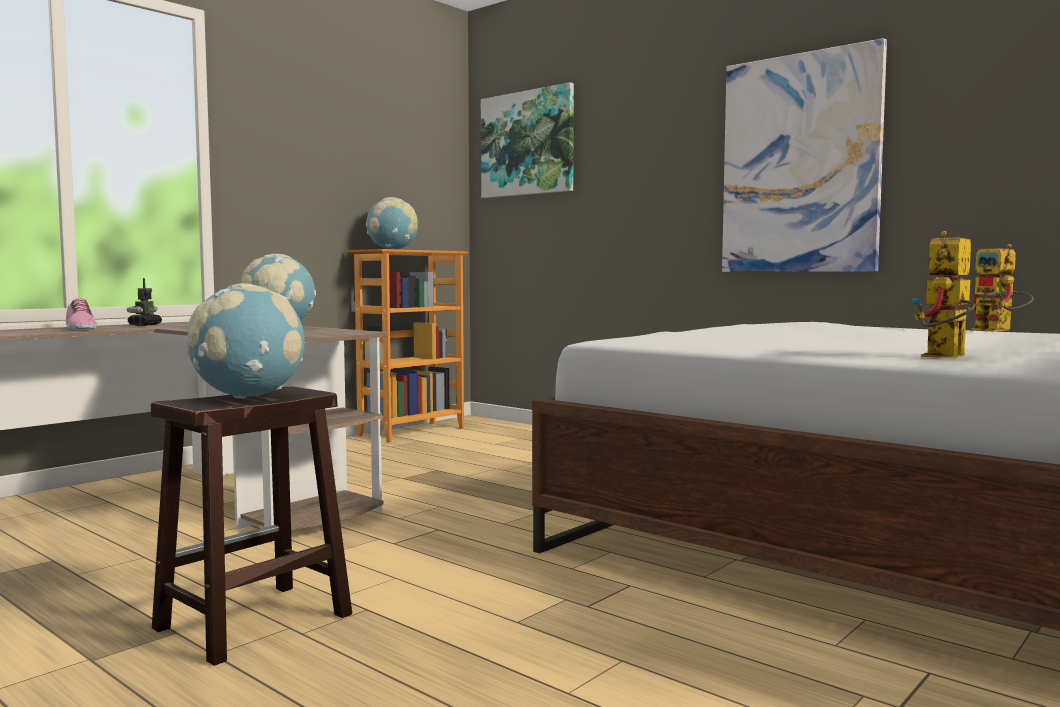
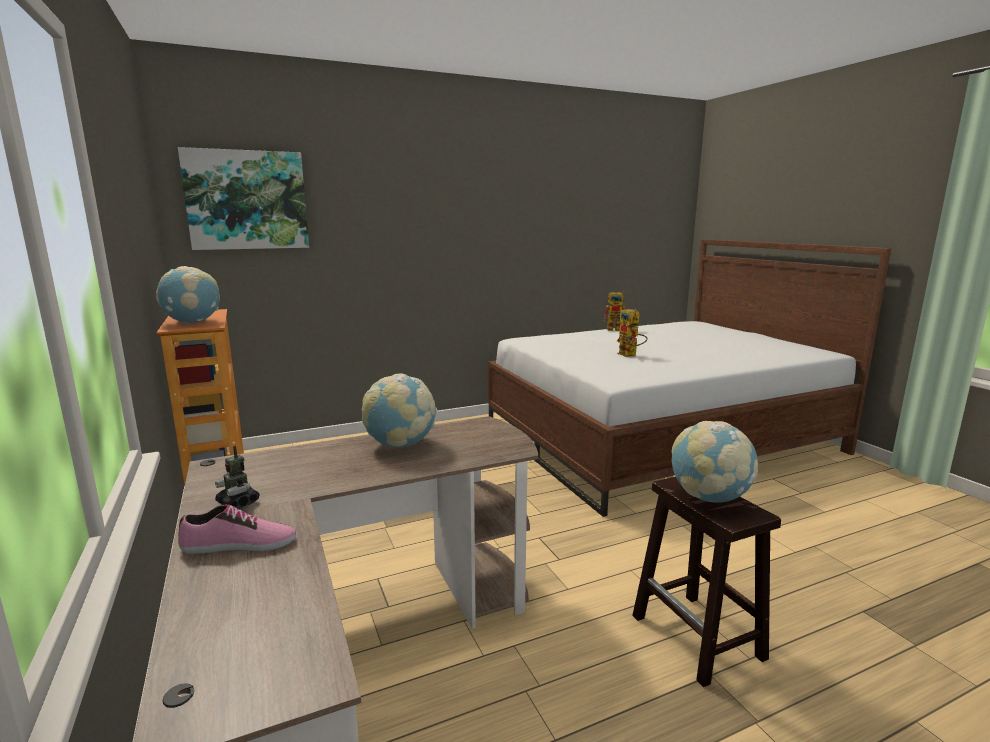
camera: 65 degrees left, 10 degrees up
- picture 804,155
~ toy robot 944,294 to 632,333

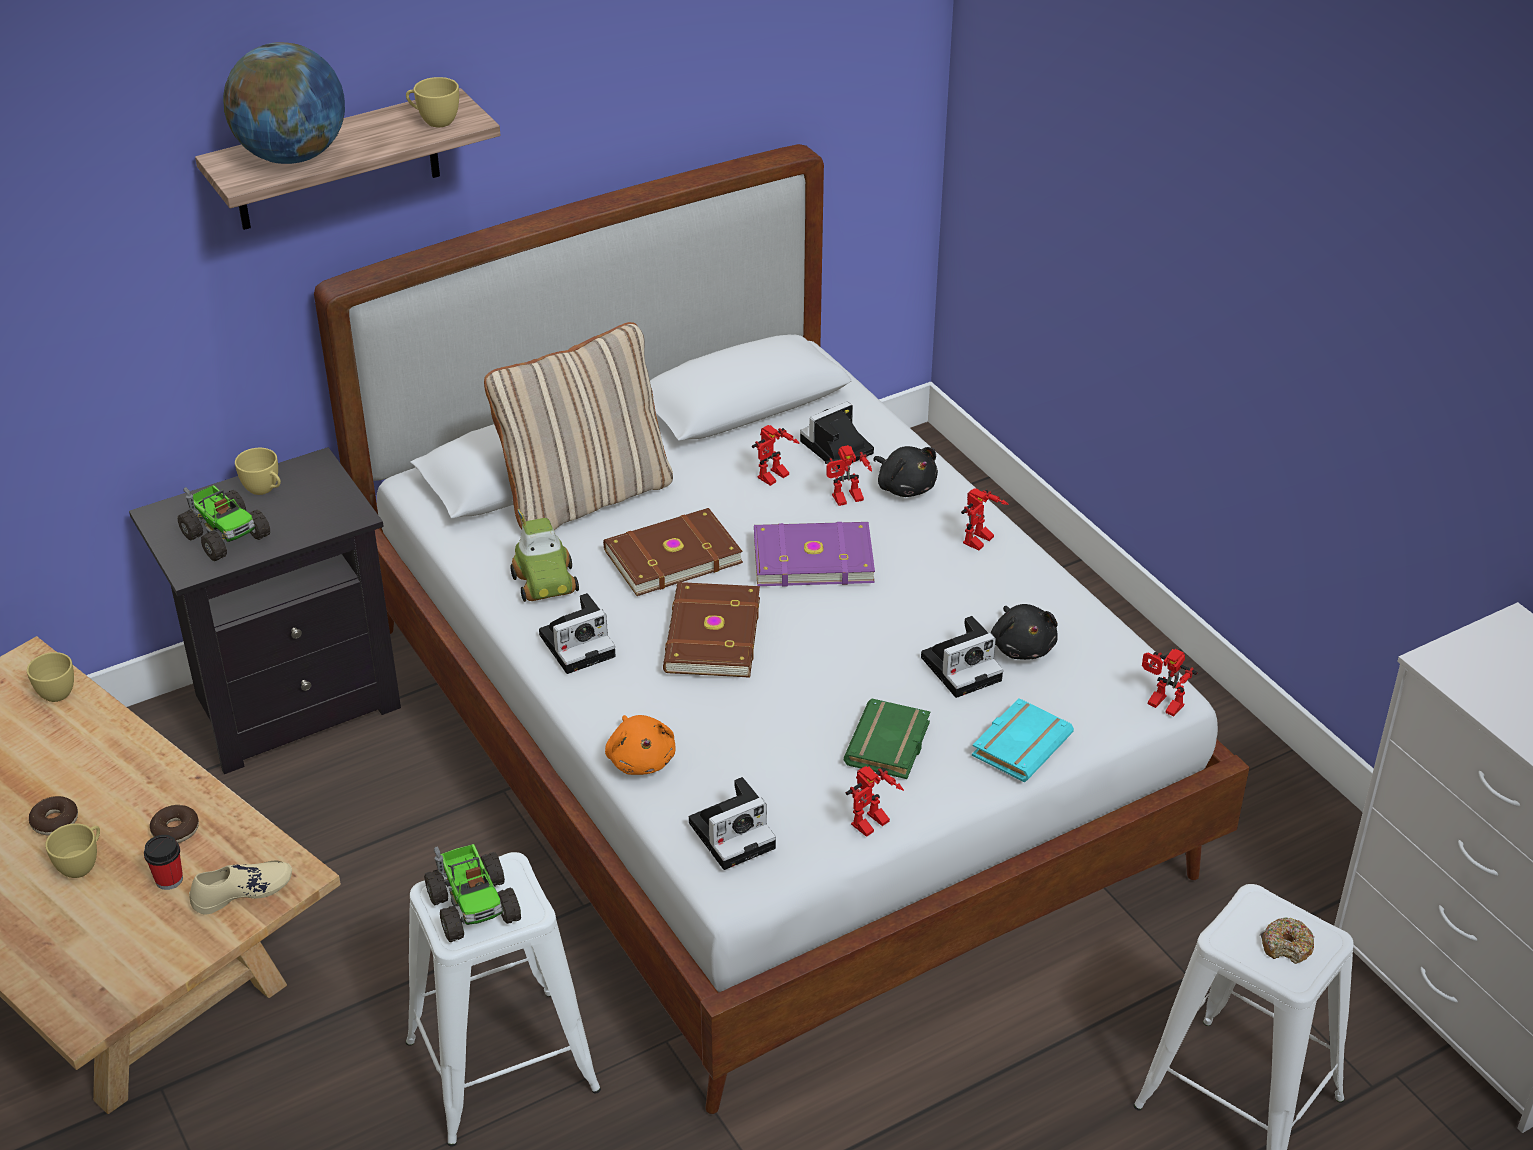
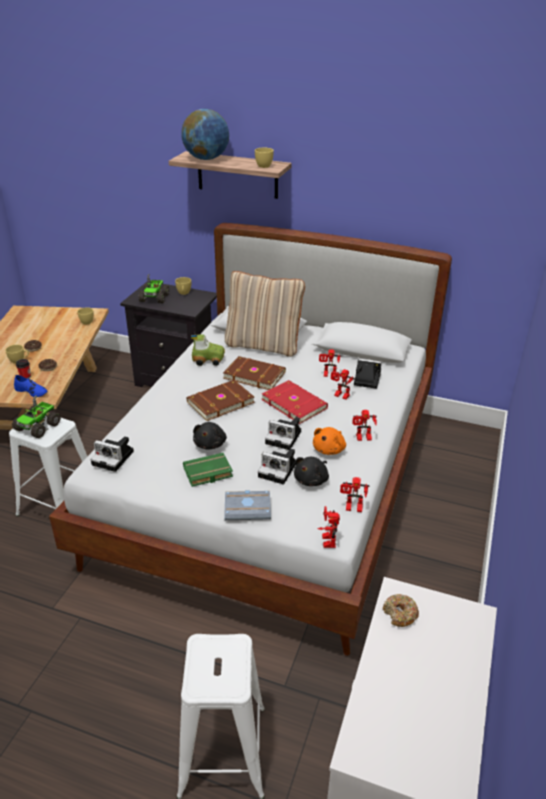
camera: 50 degrees right, 5 degrees down
~ shoe (beige) 240,888 to shoe (blue) 31,386
~ toy car 545,555 = 208,350 120 degrees counterclockwise
~ photo camera 577,633 to 283,433
~ plush toy (orange) 640,745 to 329,441
~ book (purple) 814,554 to book (red) 294,402
~ toy robot 875,801 to 354,494
~ plush toy (black) 905,471 to 210,435
~ book (turquoise) 1023,740 to book (grey) 248,505
~ donut 1288,940 to 401,610

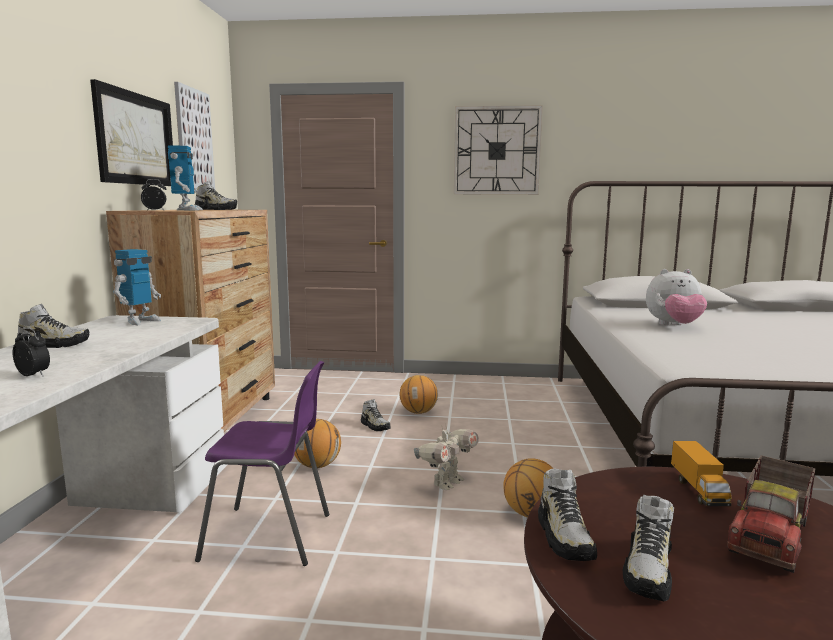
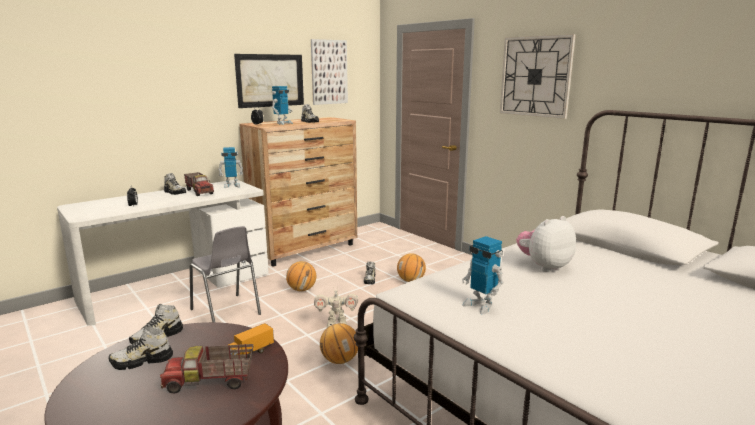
camera: 45 degrees right, 5 degrees up
~ chair (purple) 262,463 to chair (grey) 225,274
~ plush toy 676,297 = 546,244 105 degrees clockwise
+ toy truck 199,184
+ toy robot 483,275

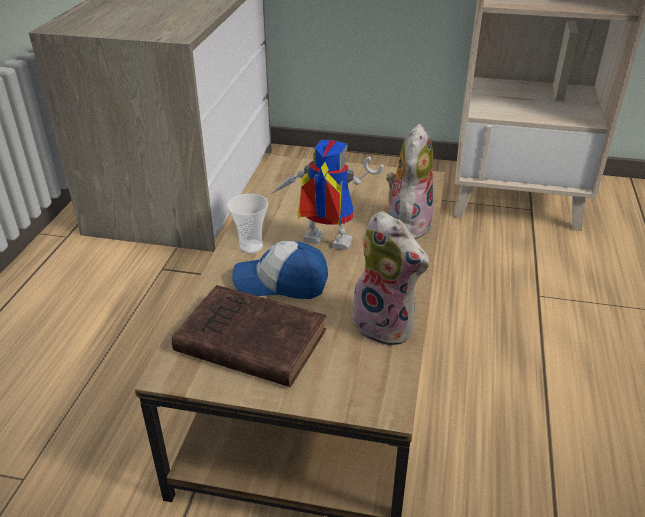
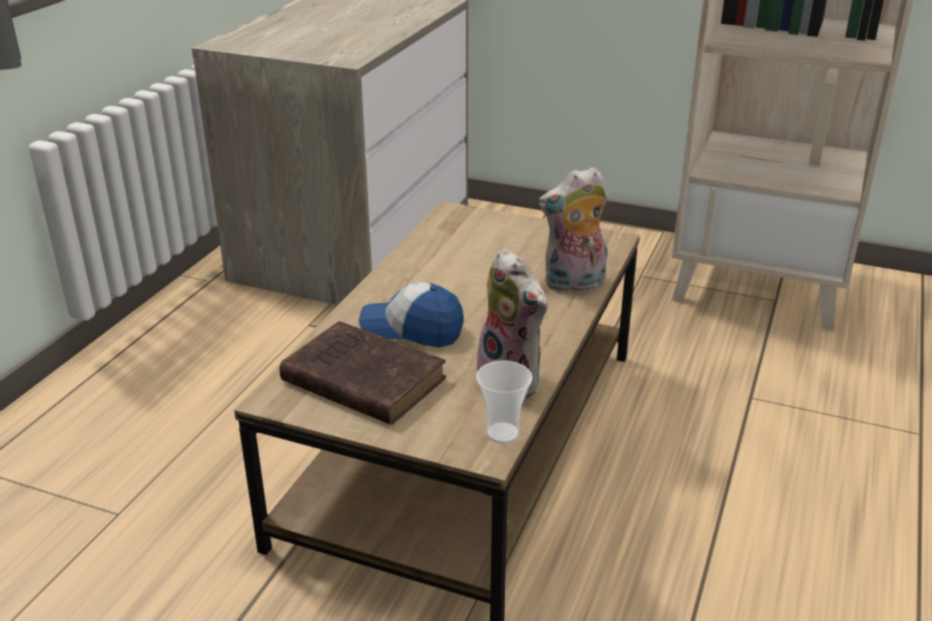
camera: 10 degrees right, 5 degrees down
~ cup 247,223 to 504,402
- toy robot 327,195
~ plush toy 409,181 = 573,229 135 degrees counterclockwise

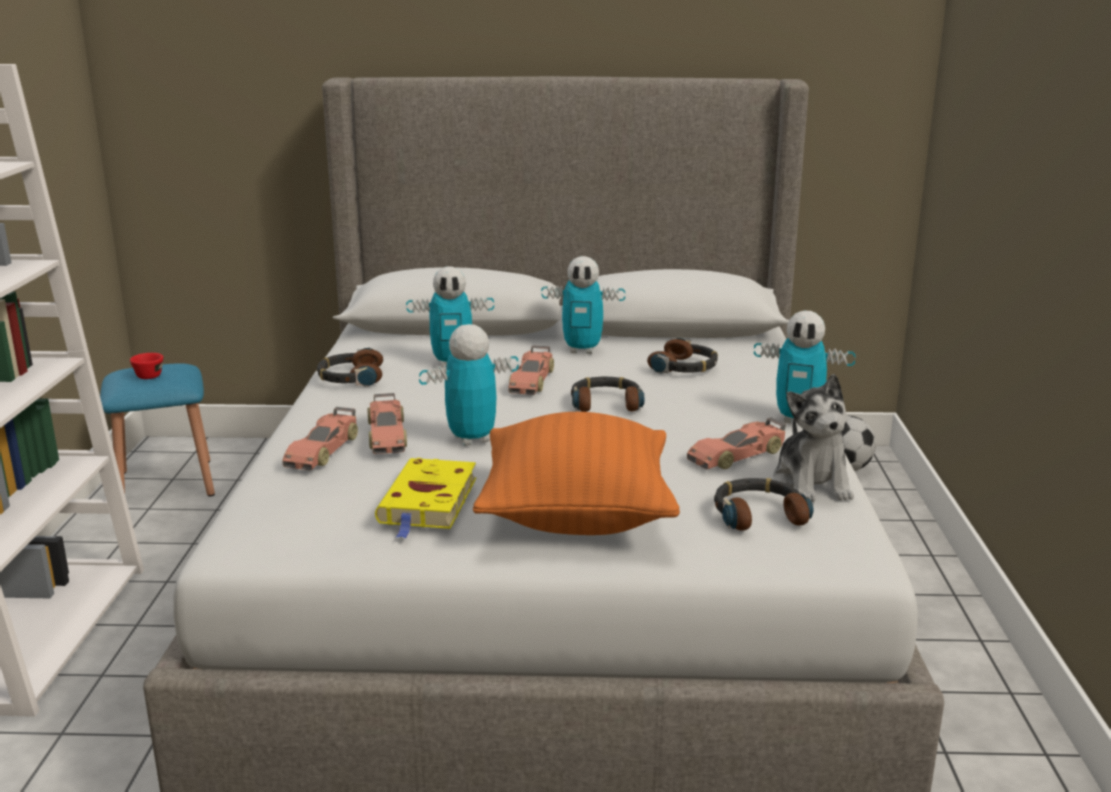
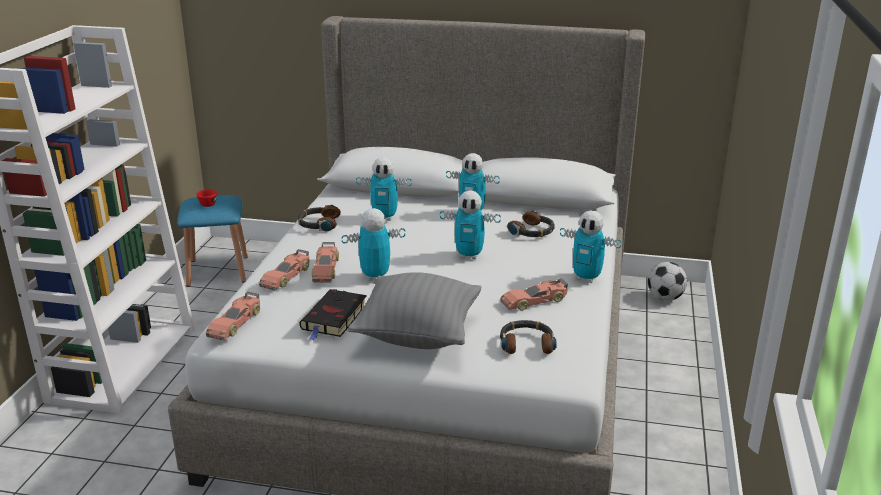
camera: 10 degrees right, 5 degrees up
~ book (yellow) 425,498 to book (black) 333,315
~ pillow (orange) 576,473 to pillow (grey) 414,310
~ toy car 531,370 to 233,316
~ headphones 607,394 to toy robot 470,225
- plush toy 813,438

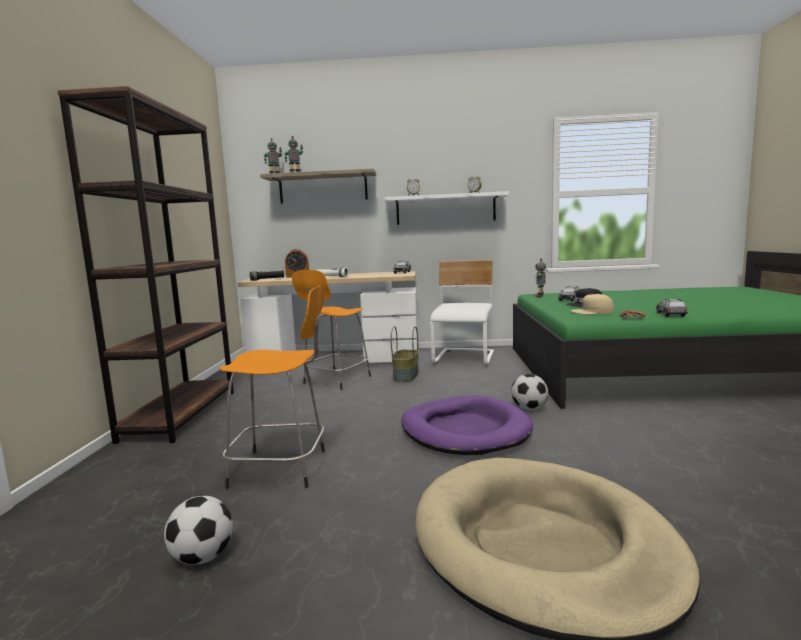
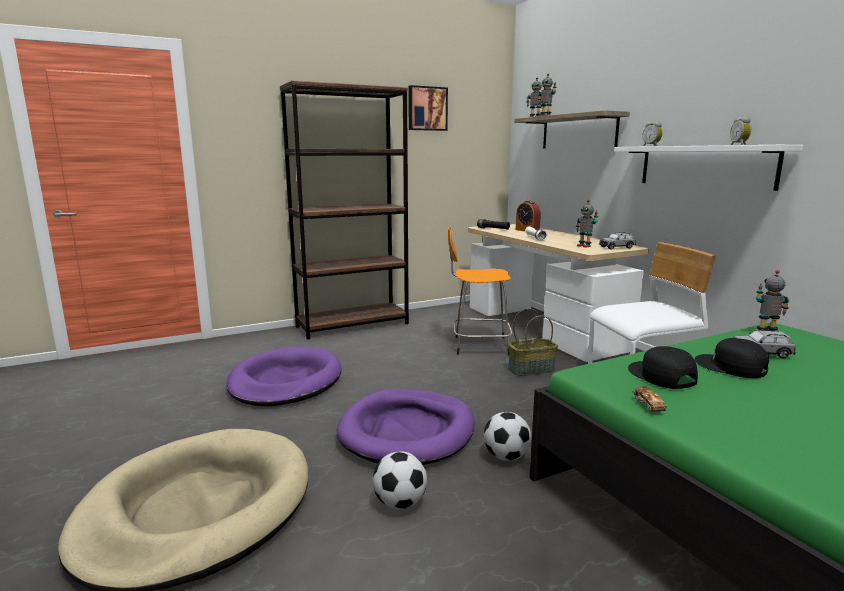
camera: 60 degrees right, 5 degrees up
~ football 198,530 to 400,480
~ stool (orange) 272,387 to dog bed (purple) 284,376
~ cap (beige) 592,304 to cap (black) 663,367
- toy car (grey) 672,307
+ picture 428,108
+ toy robot 587,224

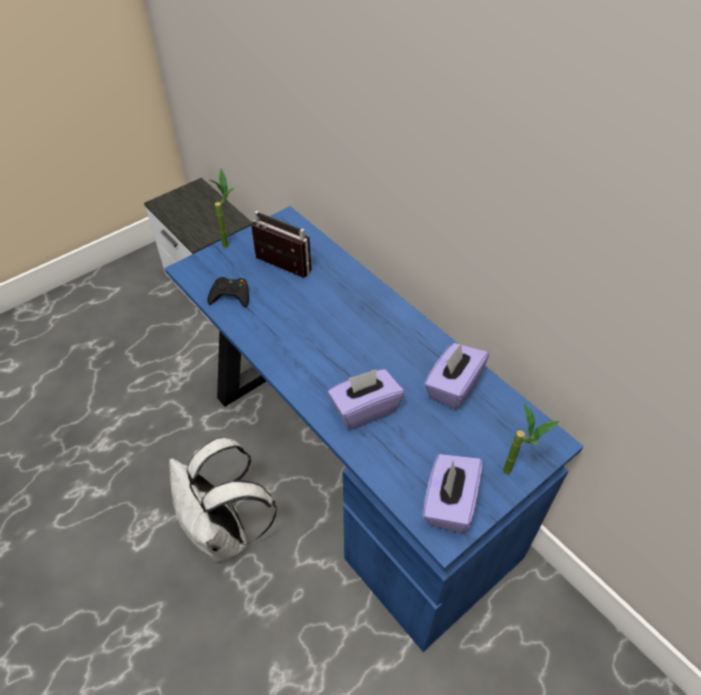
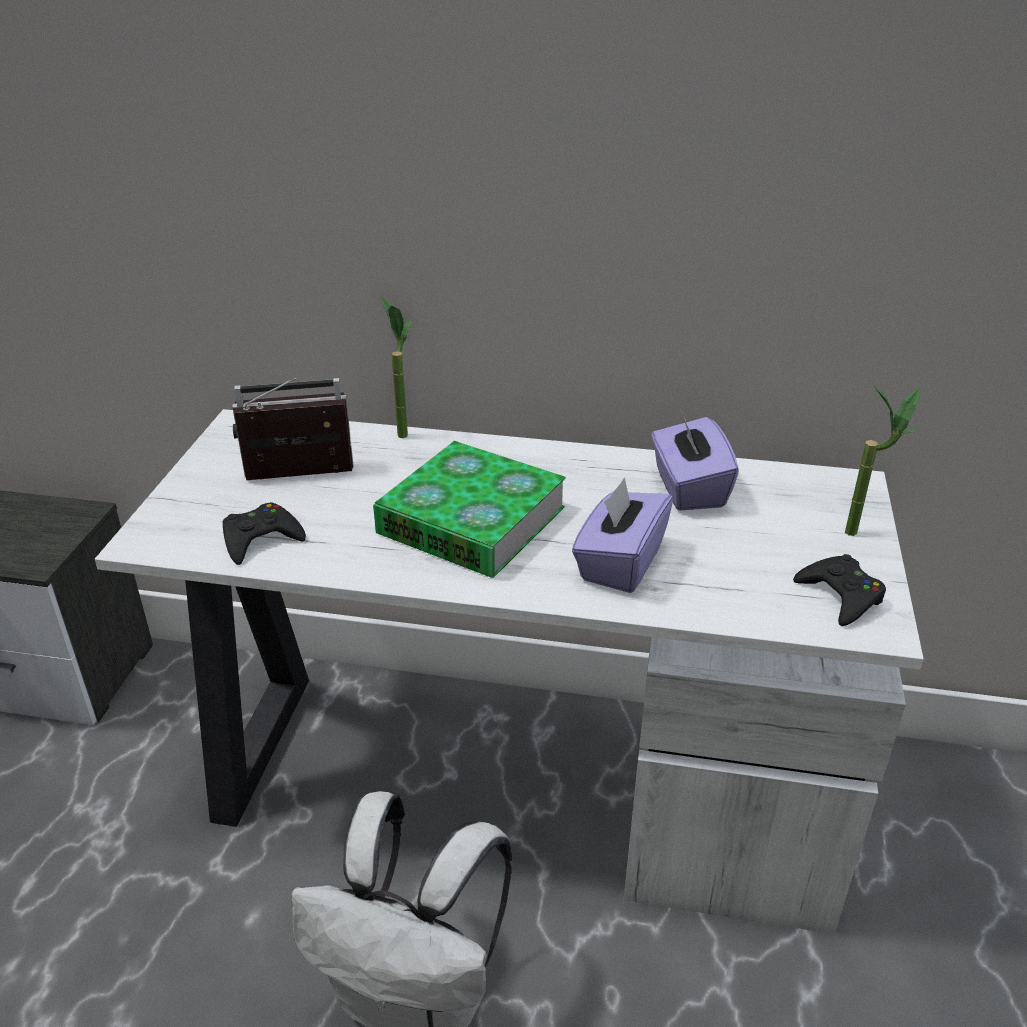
camera: 40 degrees left, 15 degrees down
~ desk (blue) 374,429 to desk (white) 509,671
~ potted plant 221,208 to 396,367
~ tissue box (purple) 453,494 to game controller (black) 839,590
+ book 469,509

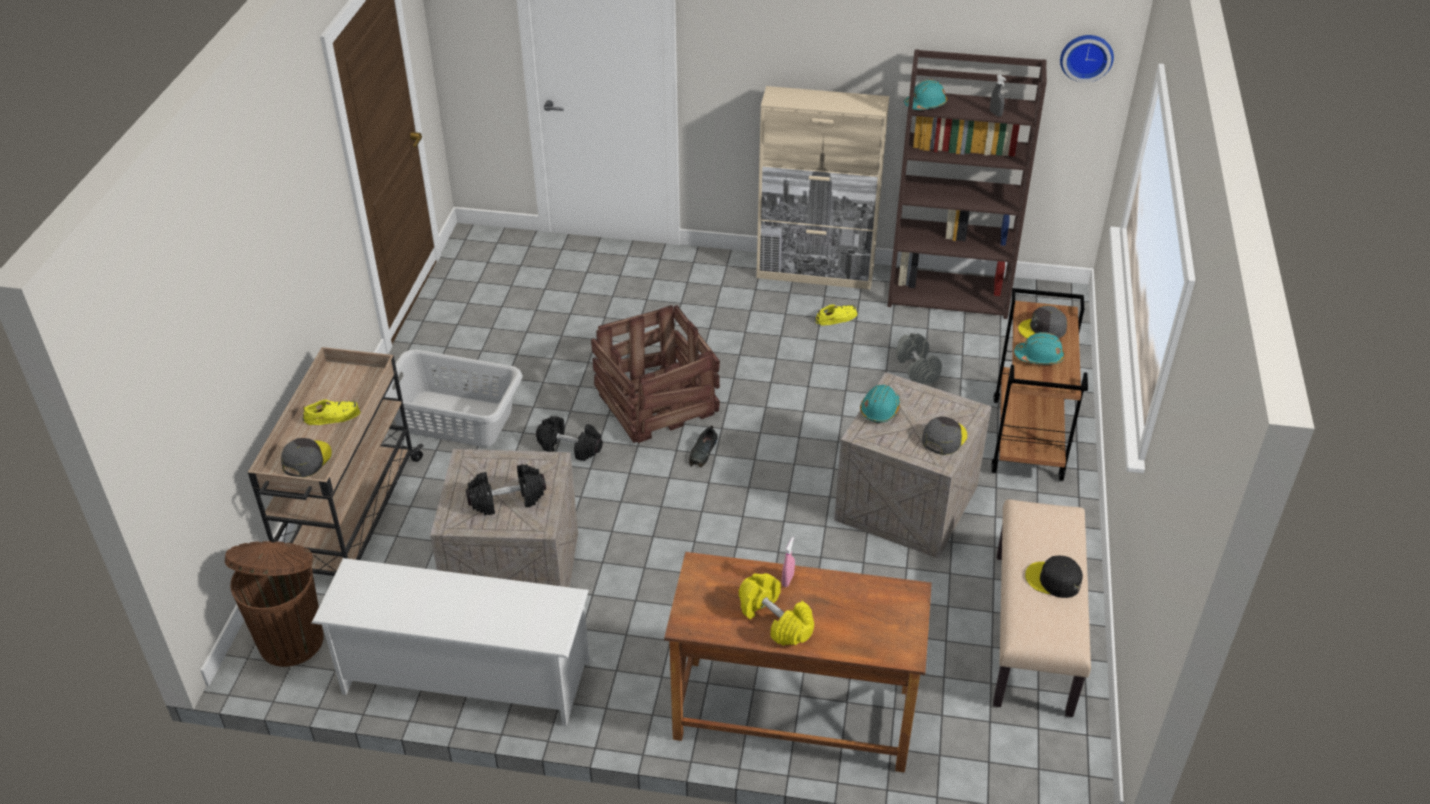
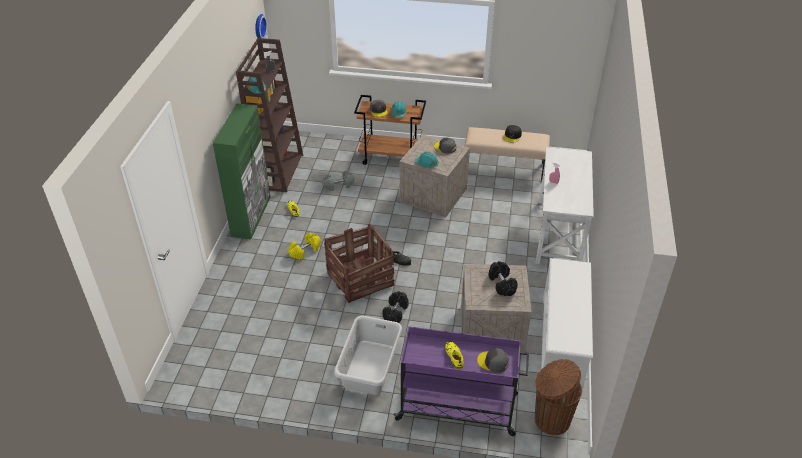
camera: 90 degrees left, 0 degrees up
~ cart (beige) 336,461 to cart (purple) 461,381
~ desk (brown) 798,662 to desk (white) 565,205
~ dumbbell (yellow) 776,609 to 304,246
~ cabinet (beige) 823,188 to cabinet (green) 242,171

